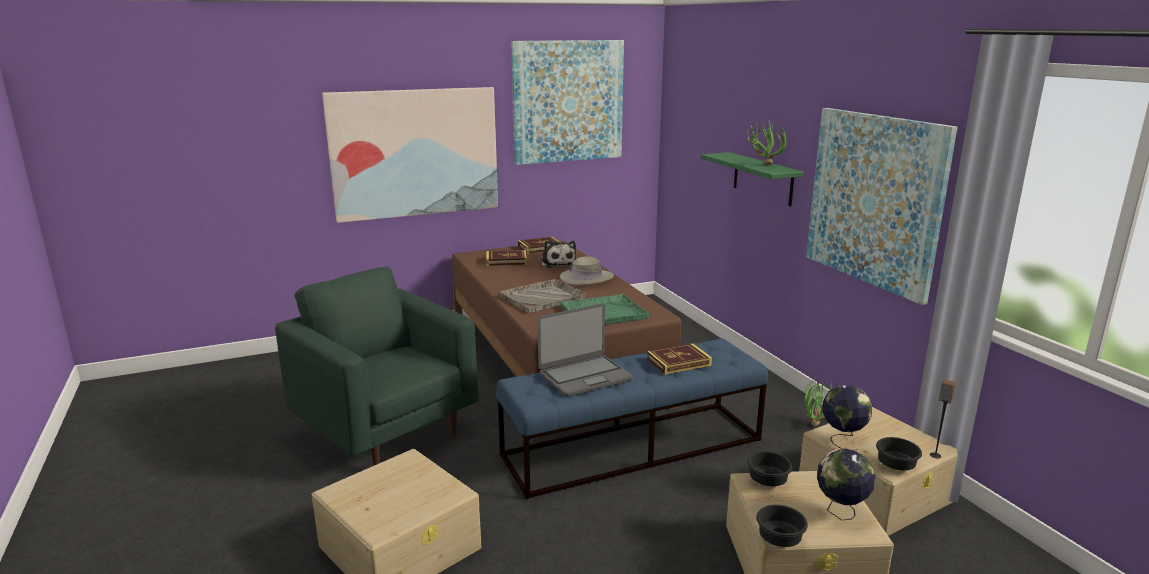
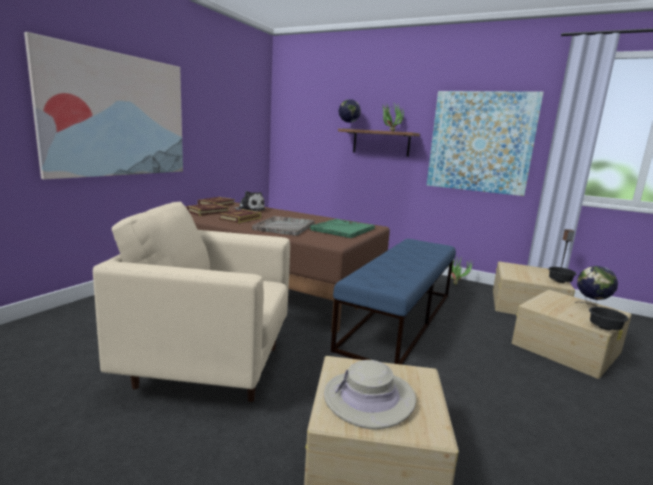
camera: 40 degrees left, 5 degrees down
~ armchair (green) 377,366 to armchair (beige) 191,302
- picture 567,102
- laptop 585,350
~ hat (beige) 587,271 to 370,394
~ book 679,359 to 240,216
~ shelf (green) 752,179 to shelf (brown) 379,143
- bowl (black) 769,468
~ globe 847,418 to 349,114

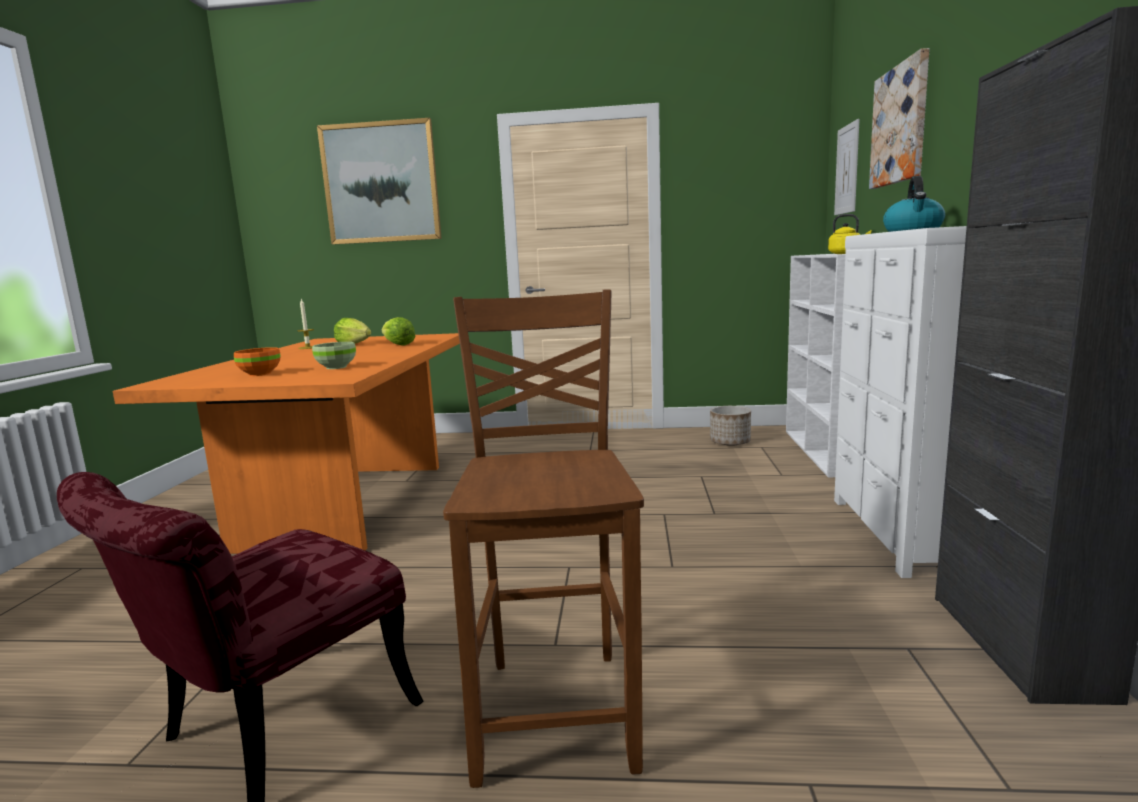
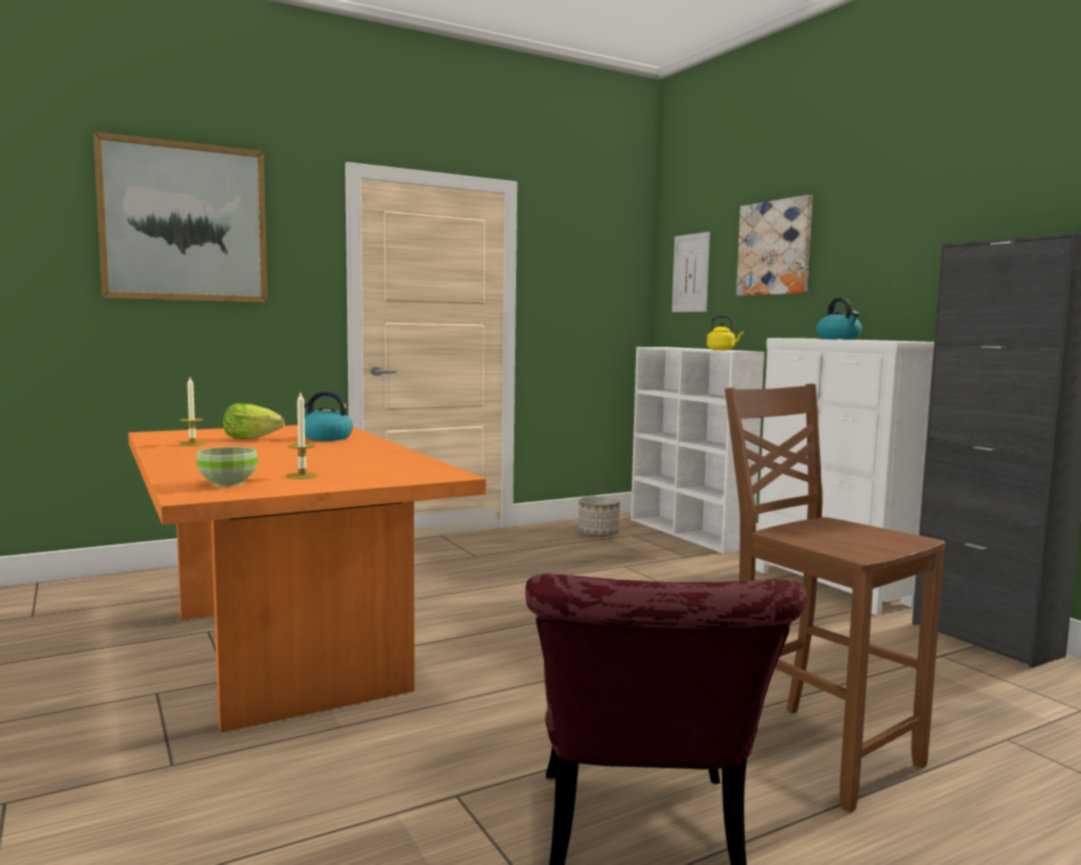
camera: 35 degrees left, 5 degrees down
~ bowl (orange) 257,361 to candle 302,435
~ bowl (green) 334,355 to 226,466
~ lettuce 398,331 to kettle 328,416

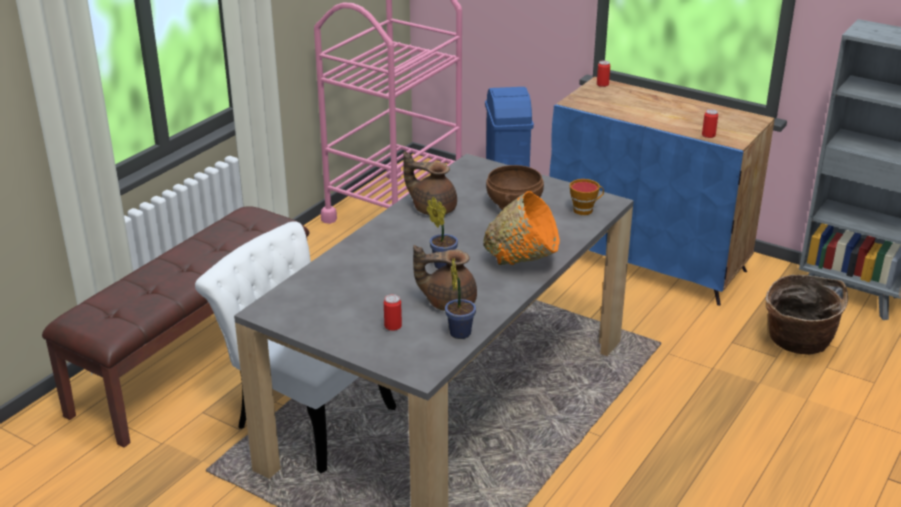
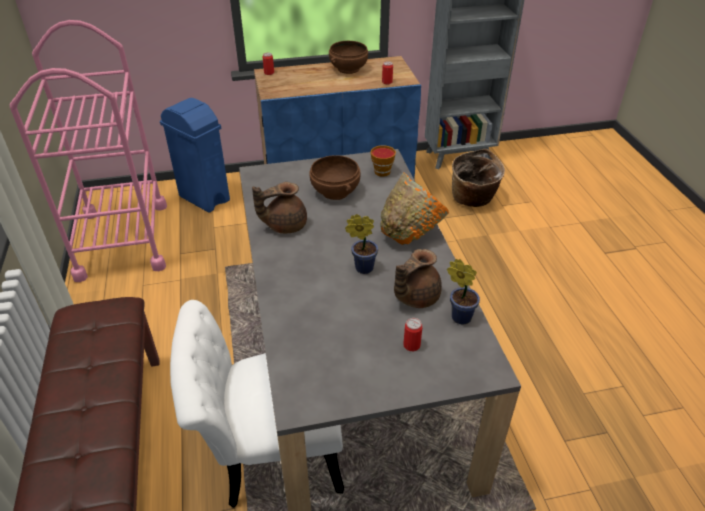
camera: 45 degrees left, 10 degrees up
+ bowl (brown) 348,57

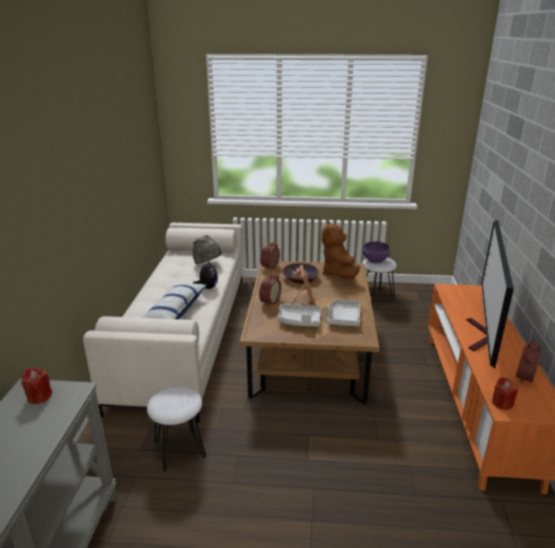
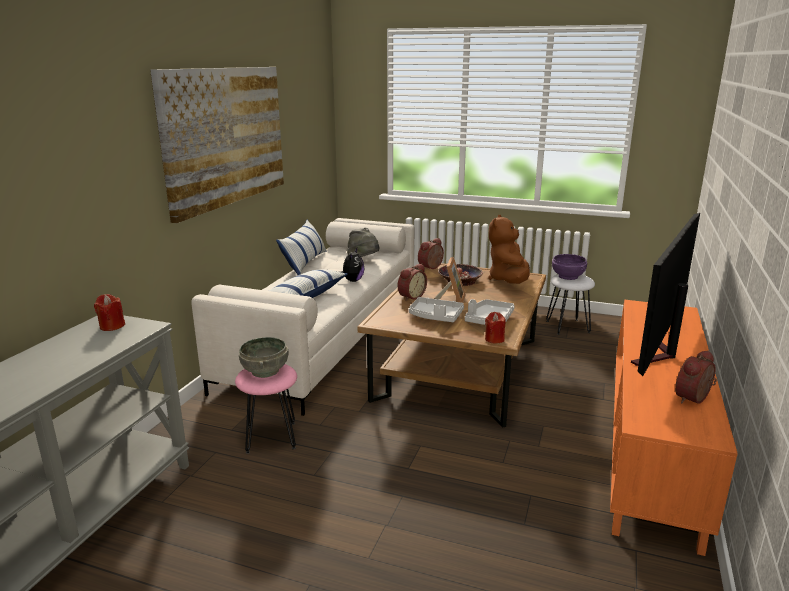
camera: 15 degrees right, 5 degrees down
~ stool (white) 176,429 to stool (pink) 266,409
~ candle (red) 505,393 to 495,327
+ picture 217,145
+ bowl (grey) 263,357
+ pillow 301,247

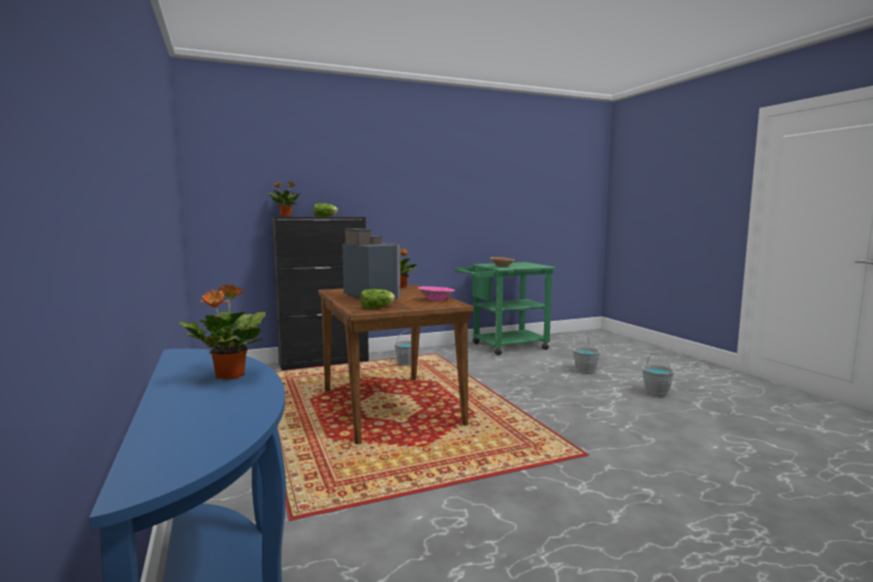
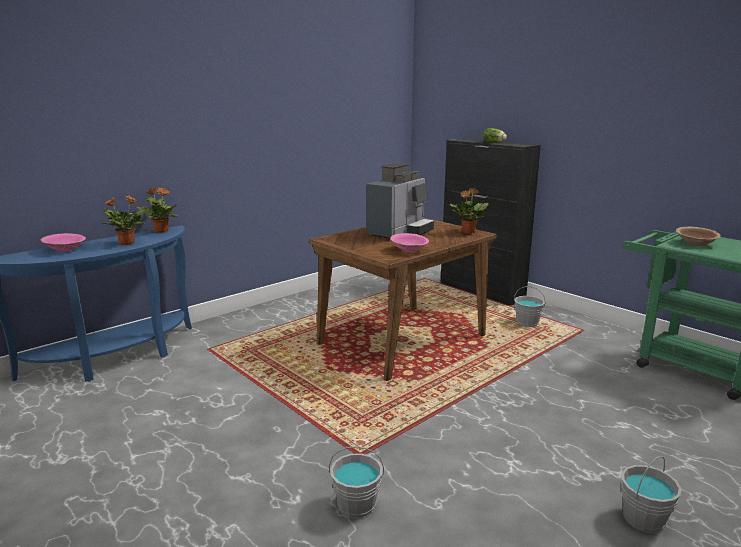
camera: 70 degrees right, 10 degrees up
~ potted plant 285,199 to 157,210
- lettuce 377,299
~ bucket (grey) 587,355 to 356,482
+ bowl (pink) 63,242

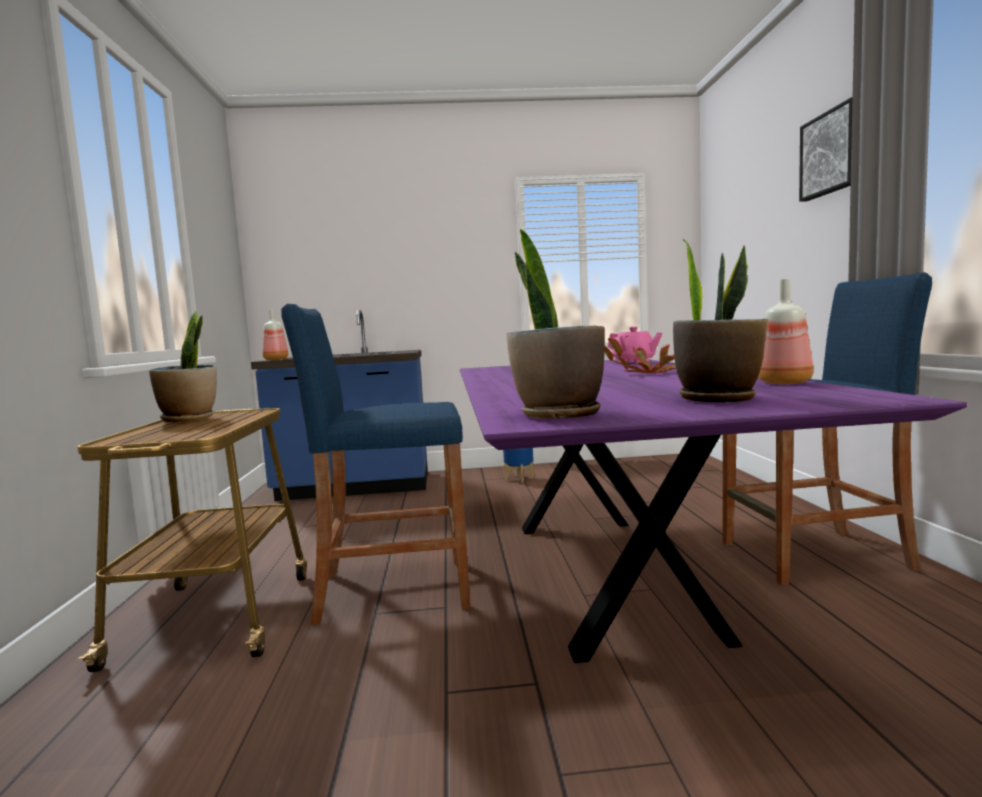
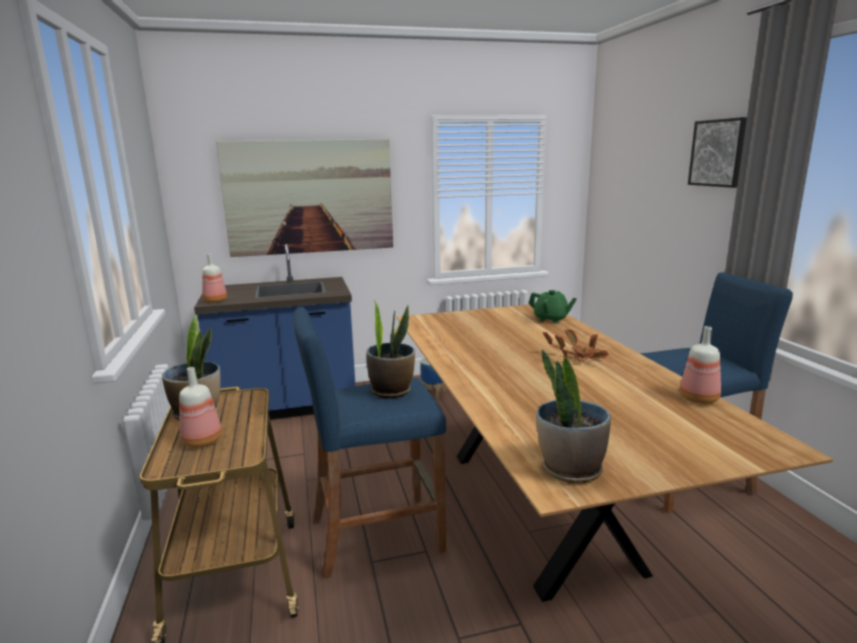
camera: 10 degrees left, 10 degrees up
~ dining table (purple) 713,511 to dining table (brown) 615,453
~ teapot (pink) 635,345 to teapot (green) 552,306
~ potted plant 720,320 to 390,349
+ bottle 200,407
+ picture 304,198

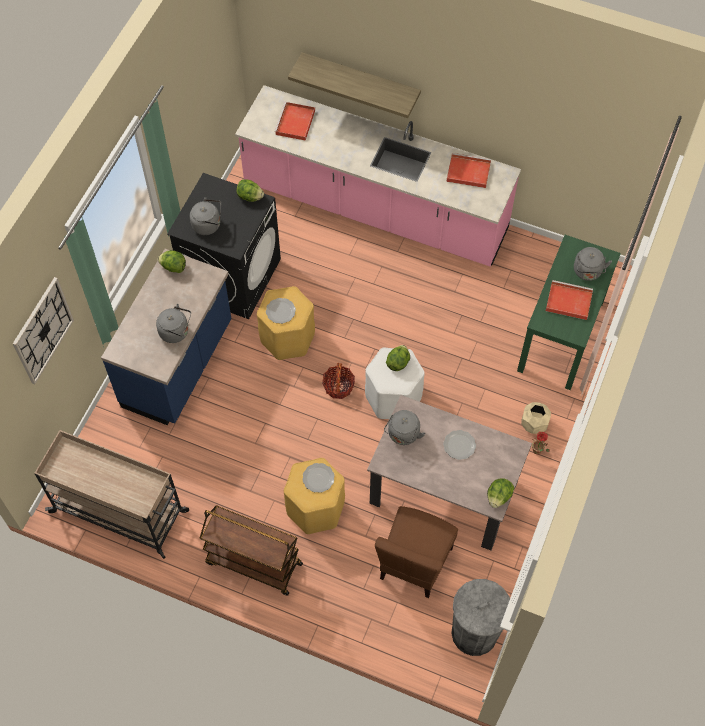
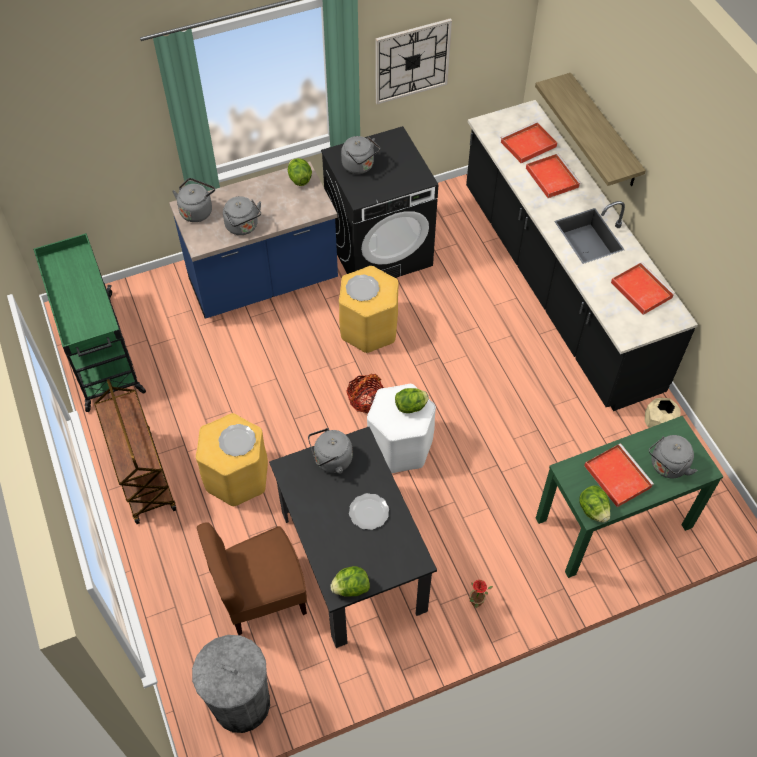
camera: 45 degrees right, 5 degrees down
~ wall clock 43,330 to 413,61
~ cart (beige) 111,494 to cart (green) 89,322
~ counter (pink) 378,175 to counter (black) 582,255
~ lettuce 250,191 to 594,504
~ dining table (beige) 449,472 to dining table (black) 353,537
~ planter (beige) 536,418 to 662,413
+ kettle (grey) 193,200
+ tray (red) 553,176

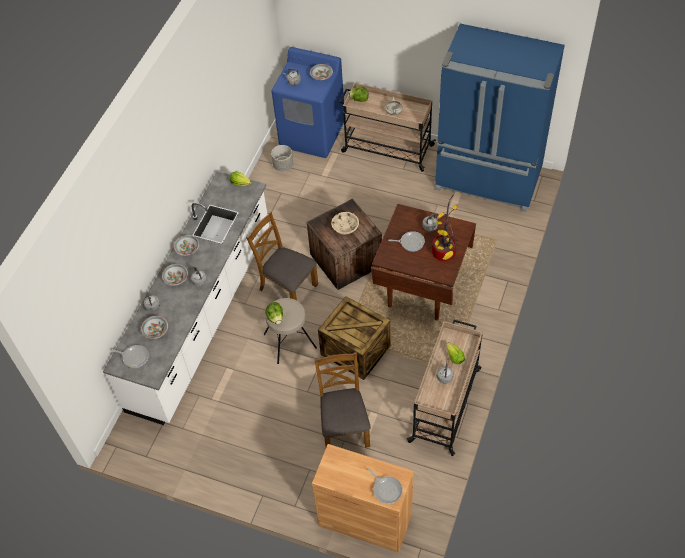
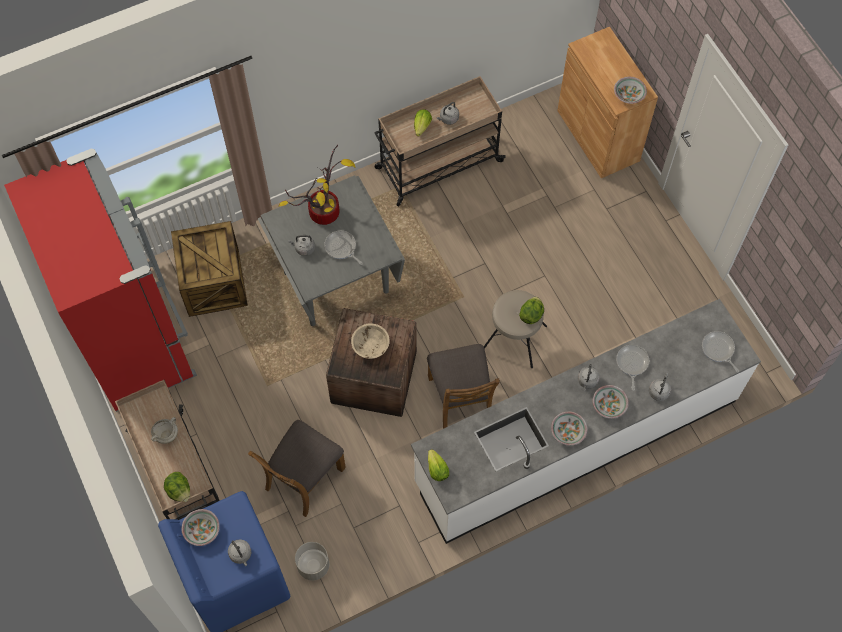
camera: 140 degrees left, 10 degrees up
~ bowl 154,327 to 630,90
~ chair (brown) 342,400 to 297,468
~ crate 354,338 to 209,269
~ frying pan 385,486 to 632,368
~ dining table (brown) 423,262 to dining table (grey) 331,250
~ fridge (blue) 500,117 to fridge (red) 100,280

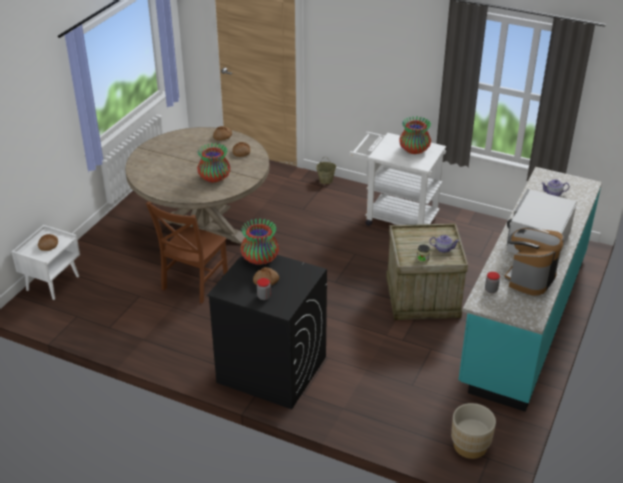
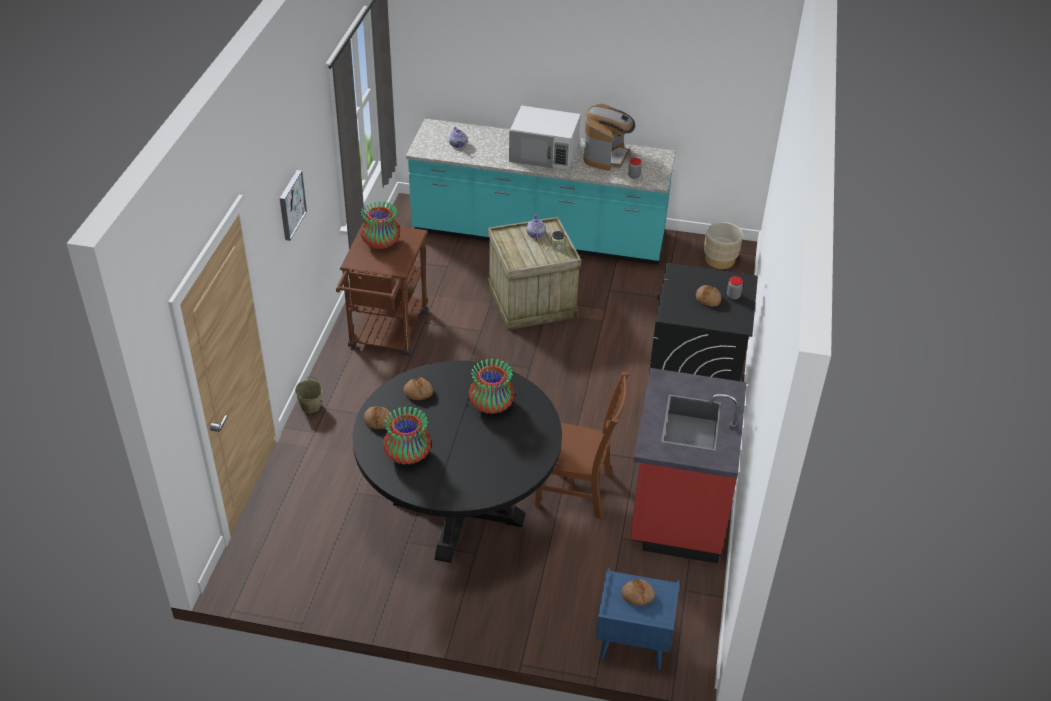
camera: 105 degrees left, 5 degrees up
~ nightstand (white) 45,262 to nightstand (blue) 638,619
~ dining table (beige) 197,185 to dining table (black) 457,462
~ vase 259,241 to 407,435
~ cart (white) 397,179 to cart (brown) 382,289
~ coffee machine 534,262 = 609,137 90 degrees counterclockwise
+ picture 293,205
+ counter (red) 688,465

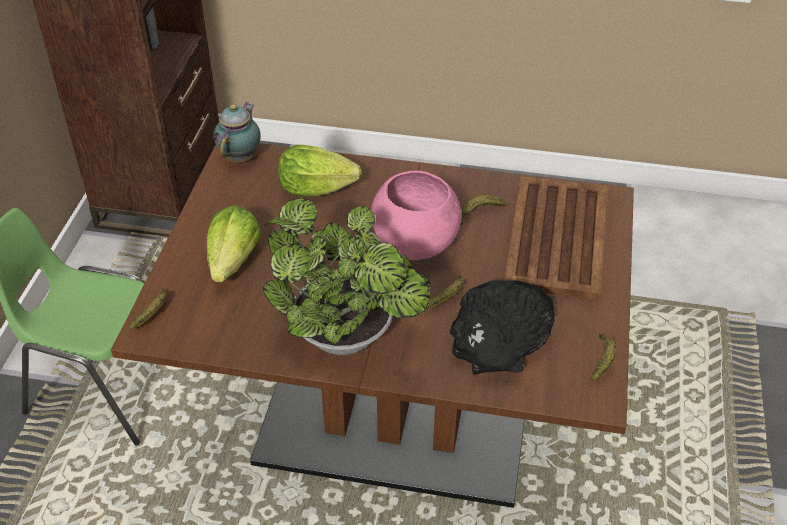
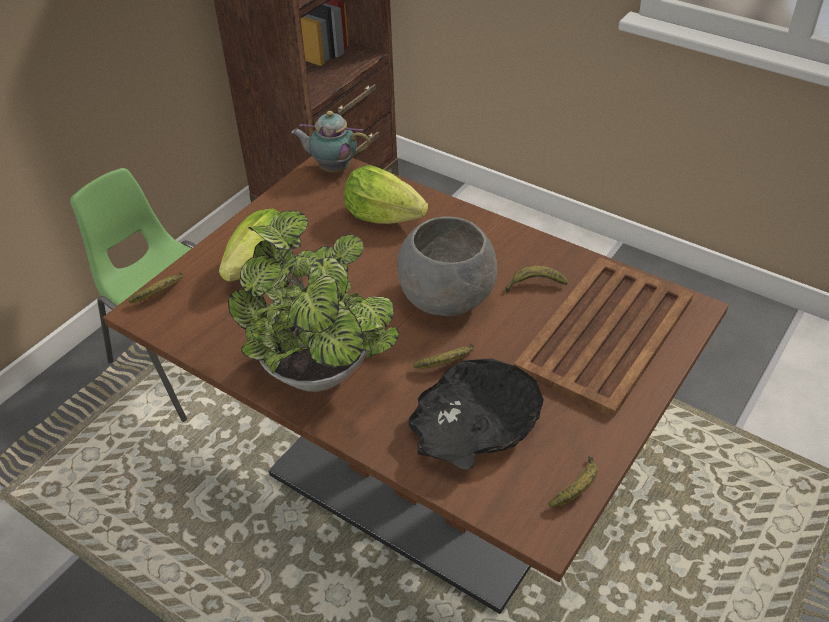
camera: 25 degrees right, 0 degrees up
~ teapot 237,132 = 330,141 120 degrees counterclockwise
~ bowl (pink) 416,215 to bowl (grey) 447,266

